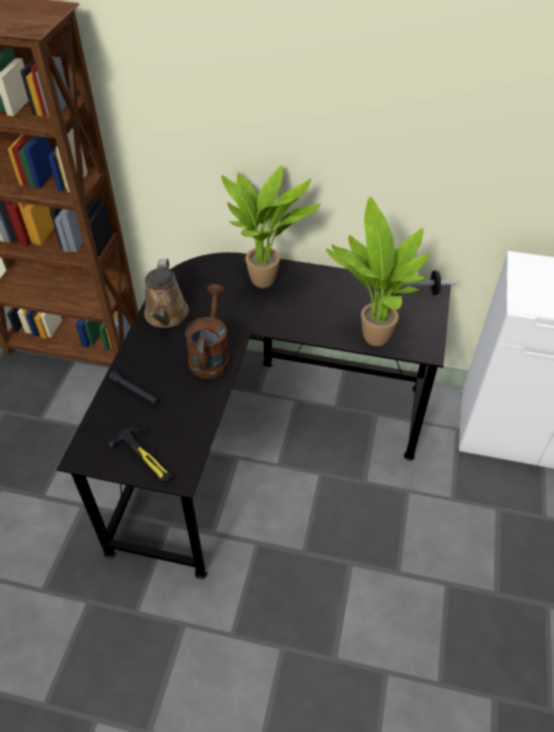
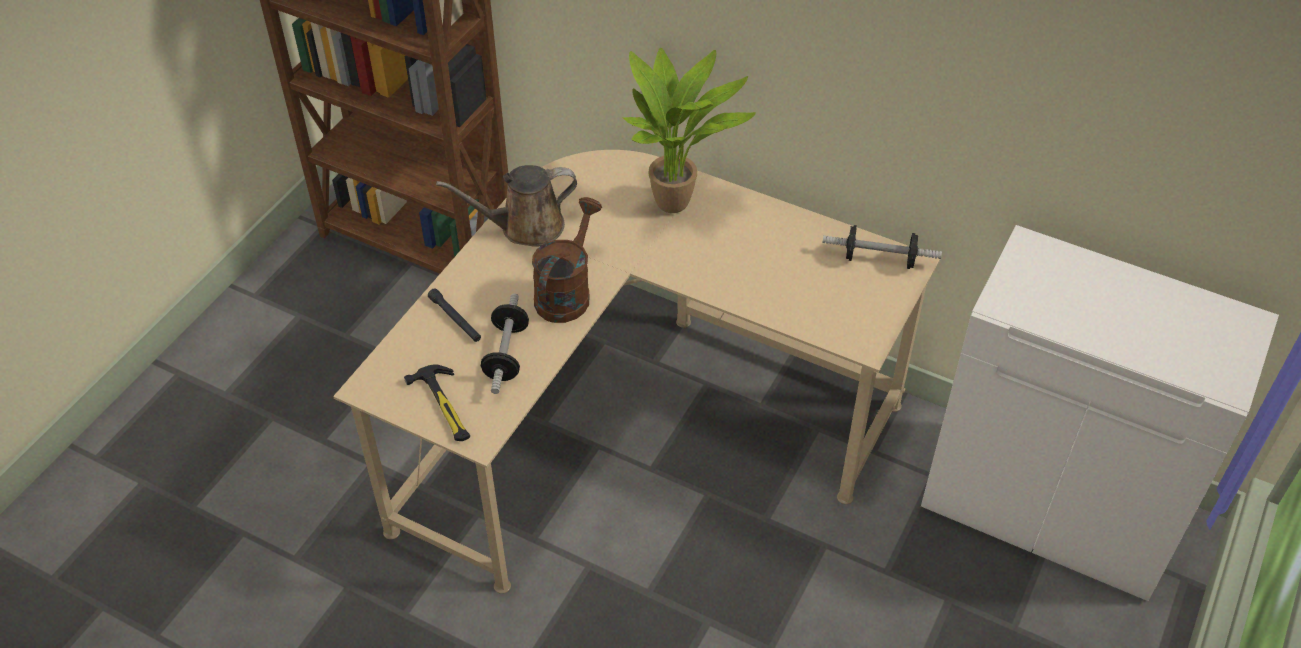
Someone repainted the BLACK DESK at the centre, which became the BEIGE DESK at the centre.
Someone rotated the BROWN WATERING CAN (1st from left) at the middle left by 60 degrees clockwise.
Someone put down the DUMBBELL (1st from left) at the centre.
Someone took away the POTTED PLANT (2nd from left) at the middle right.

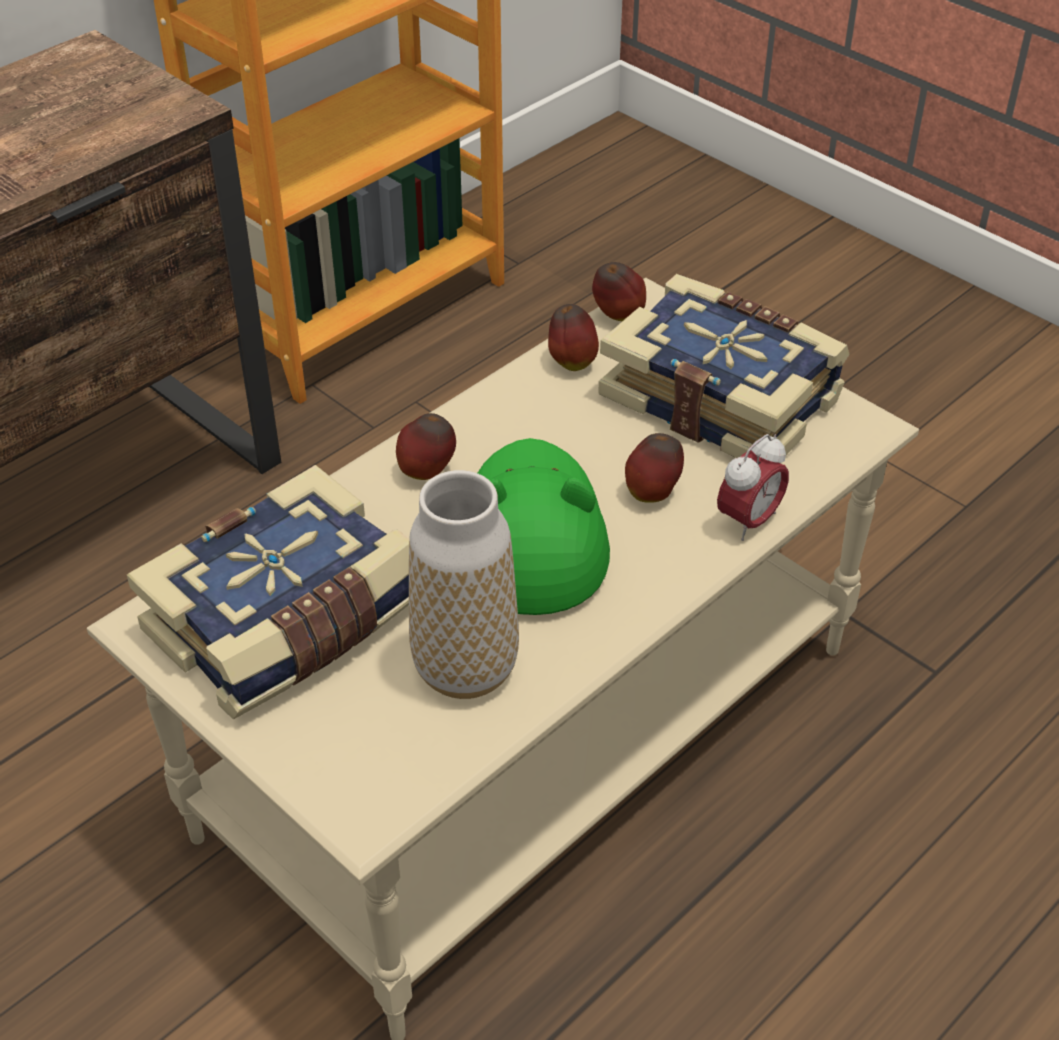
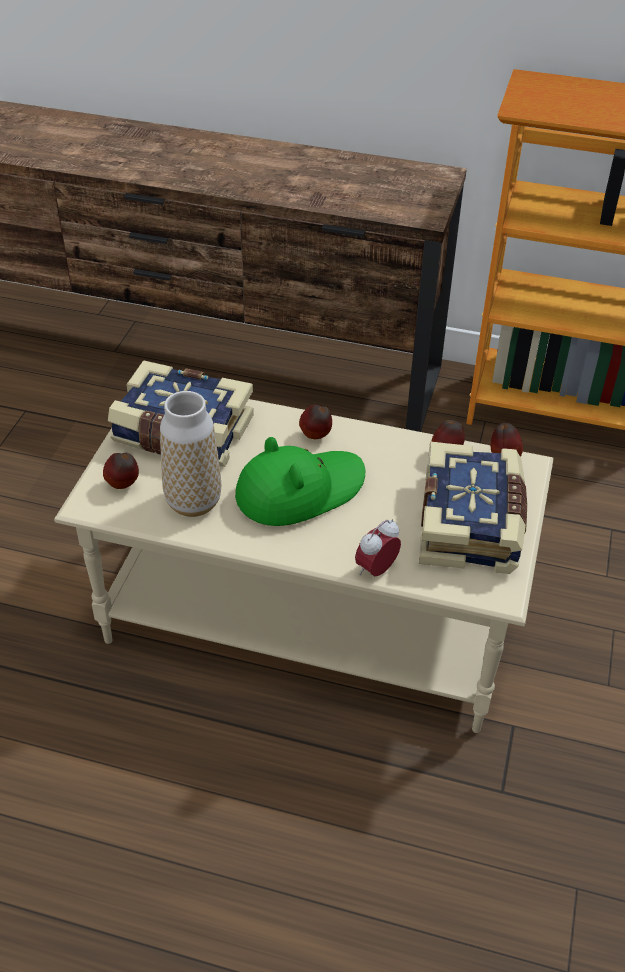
Someone carried the APPLE (4th from left in the first image) from the centre to the middle left.
Someone rotated the ALARM CLOCK at the middle right by 120 degrees clockwise.

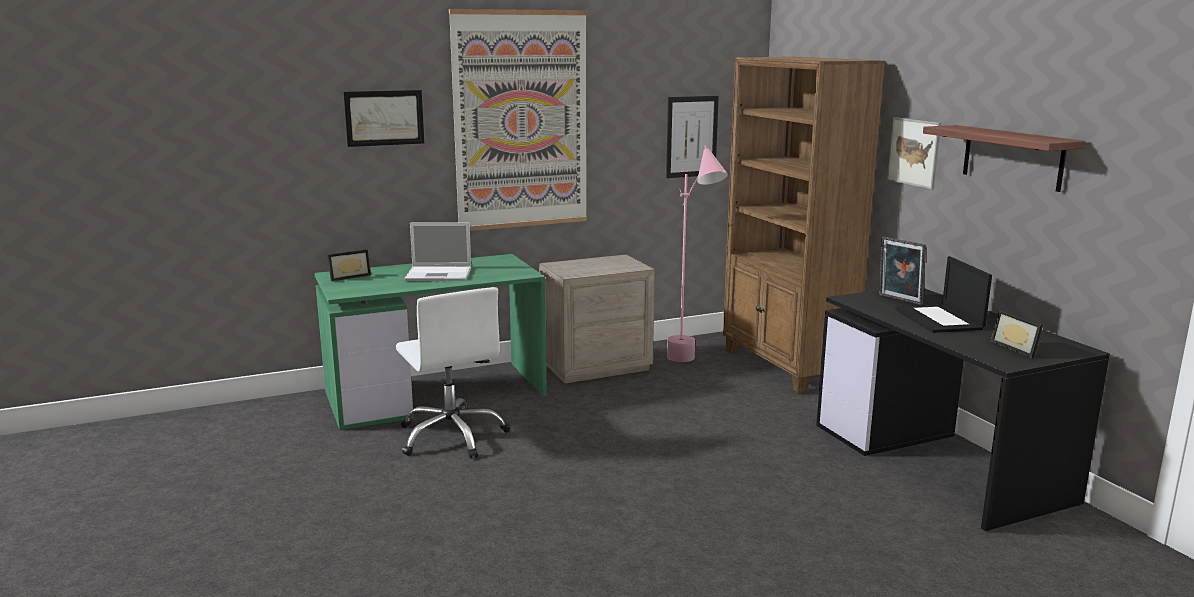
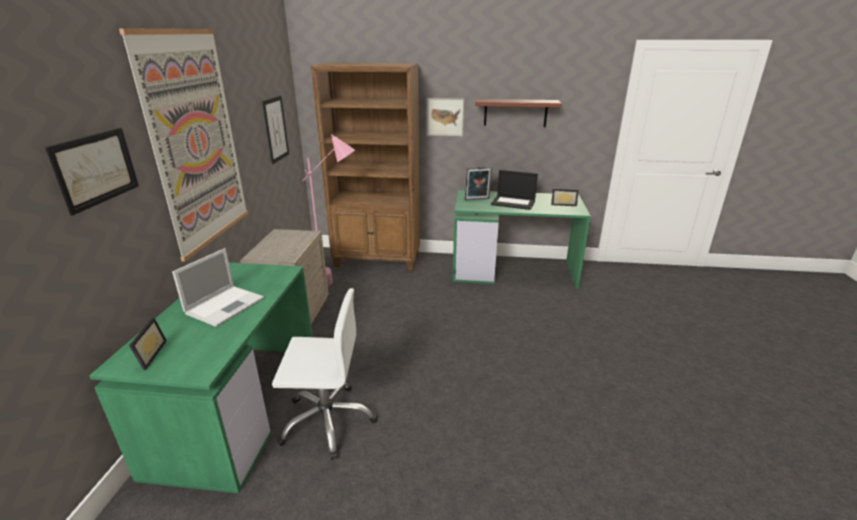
Someone repainted the BLACK DESK at the bottom right, which became the GREEN DESK (2nd from left) at the centre.

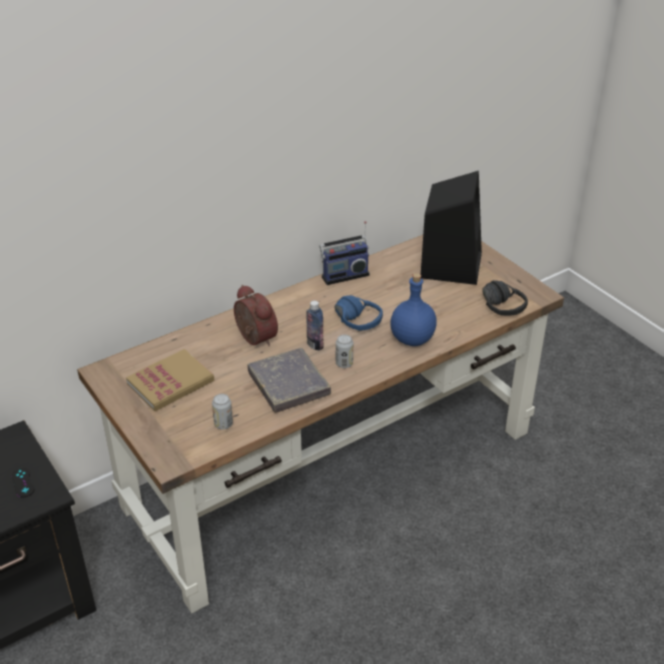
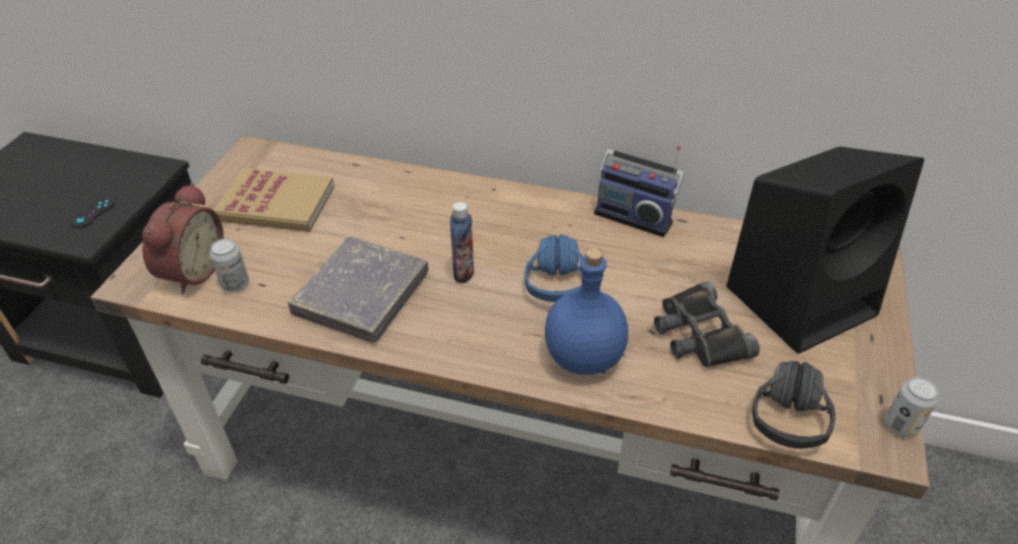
Someone carried the ALARM CLOCK from the centre to the middle left.
Someone put down the BLACK BINOCULARS at the middle right.
Someone carried the CAN (2nd from left) from the centre to the bottom right.

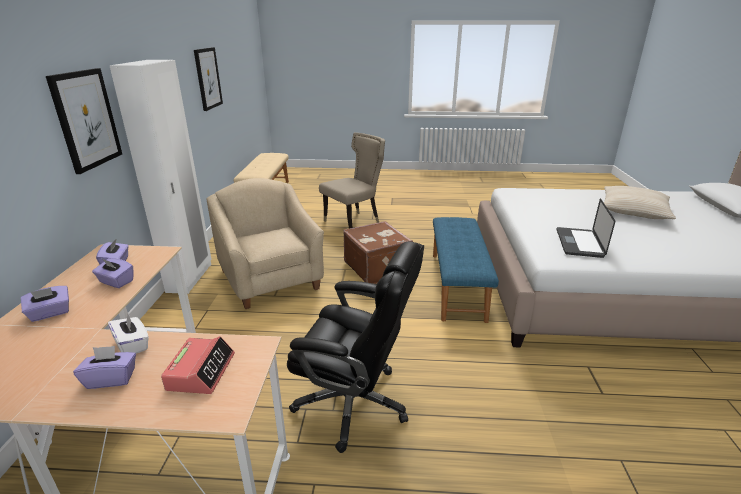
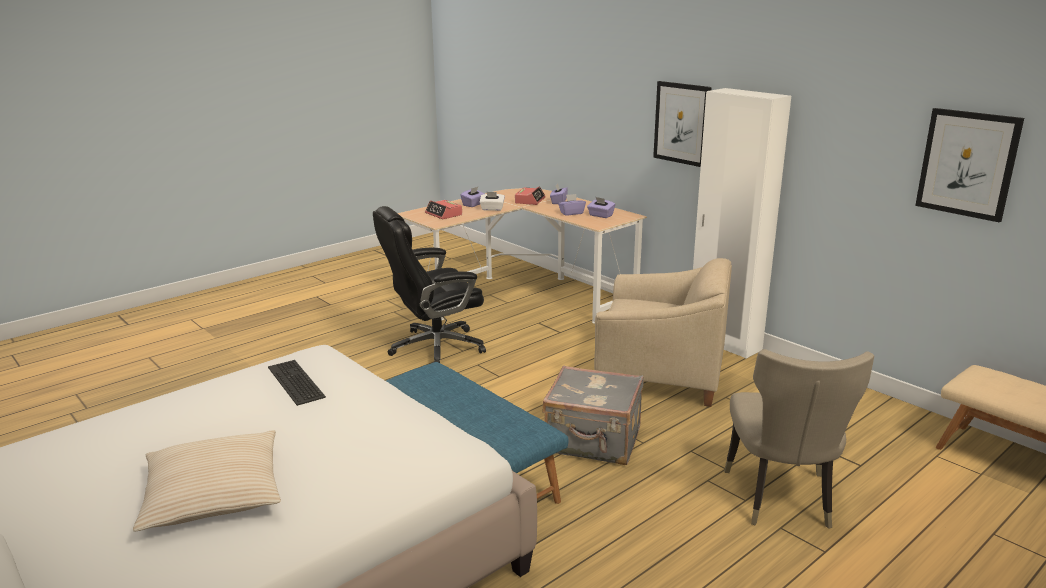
Someone swapped the LAPTOP at the middle right for the KEYBOARD at the middle left.
Someone put down the ALARM CLOCK (2nd from left) at the top centre.
Someone repainted the BROWN SUITCASE at the centre, which became the GREY SUITCASE at the bottom centre.

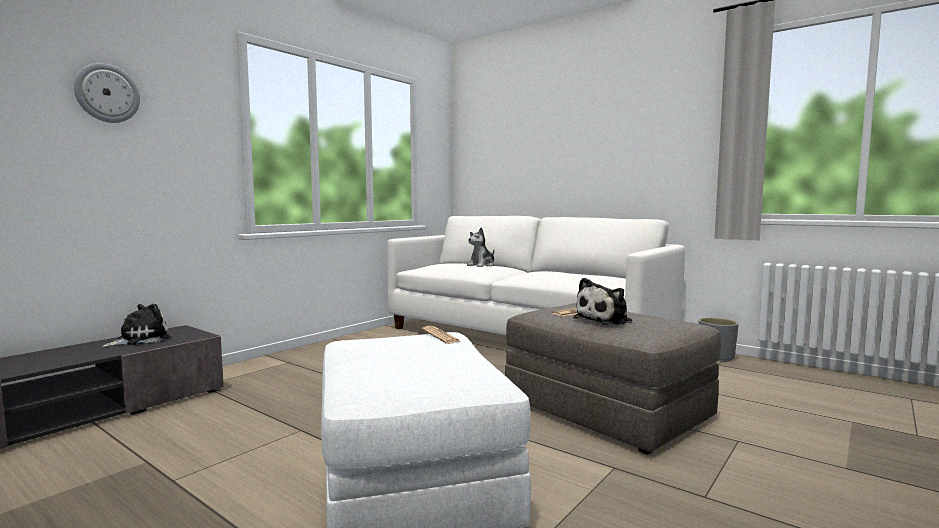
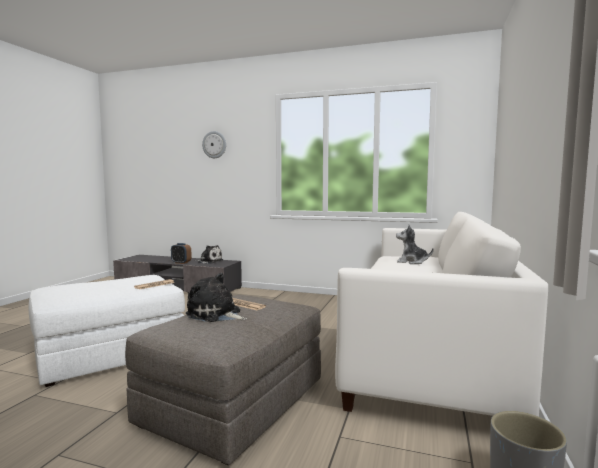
Someone put down the ALARM CLOCK at the middle left.

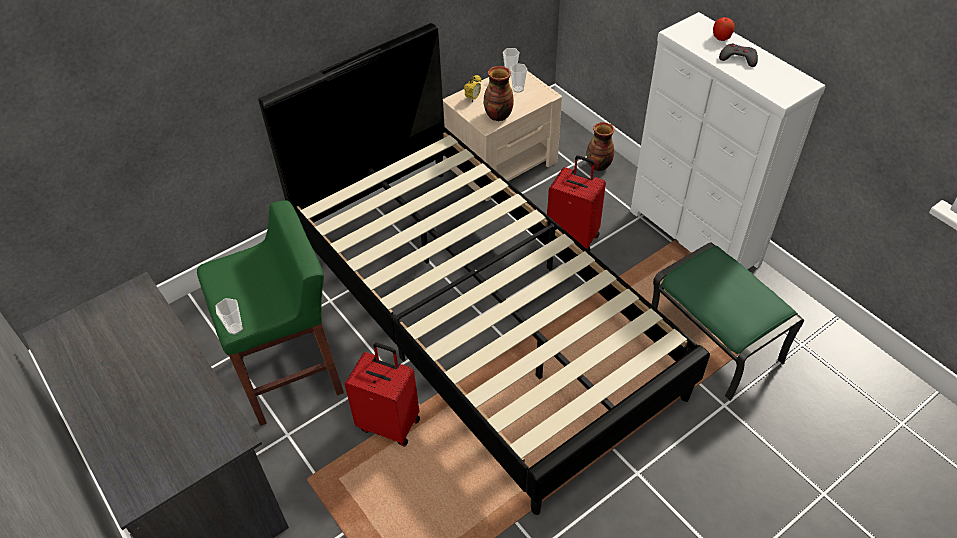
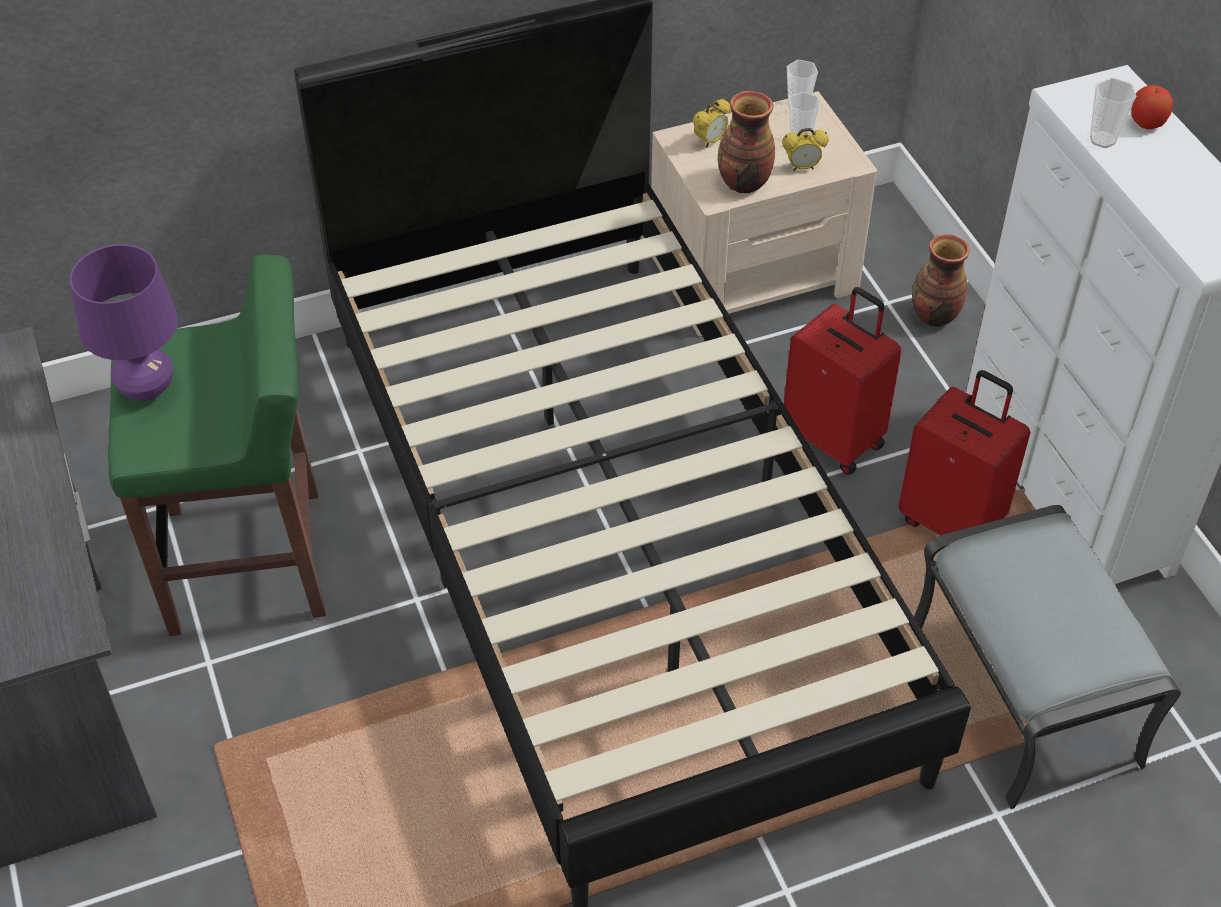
Someone put down the PURPLE TABLE LAMP at the middle left.
Someone put down the ALARM CLOCK (2nd from left) at the top centre.
Someone carried the RED SUITCASE (1st from left in the first image) from the bottom centre to the middle right.
Someone repainted the GREEN OTTOMAN at the middle right, which became the GREY OTTOMAN at the bottom right.
Someone carried the CUP (1st from left in the first image) from the middle left to the top right.
Someone took away the GREY GAME CONTROLLER at the top right.

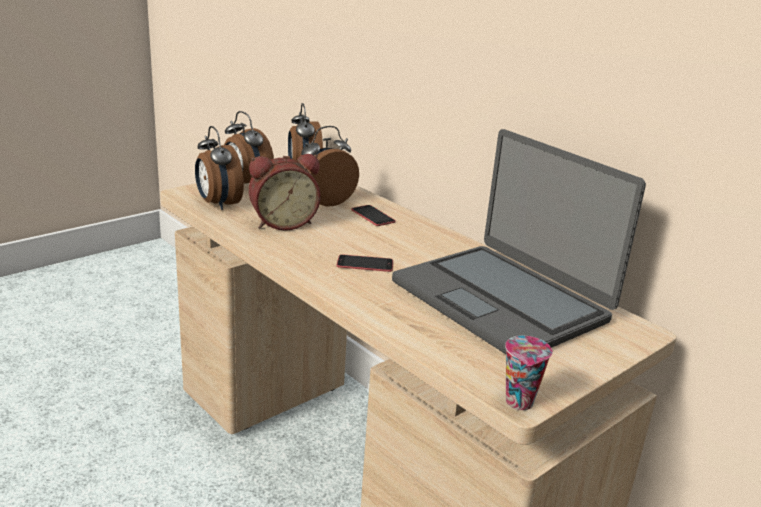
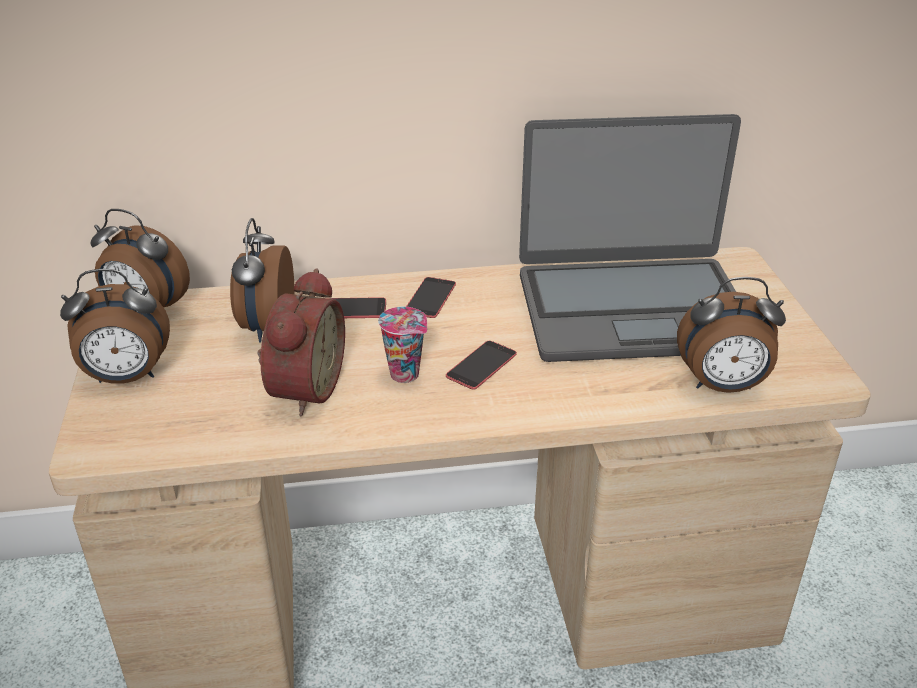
Someone carried the CUP from the bottom right to the centre.
Someone put down the PHONE (2nd from left) at the centre.
Someone carried the ALARM CLOCK (1st from left in the first image) from the top left to the middle right.

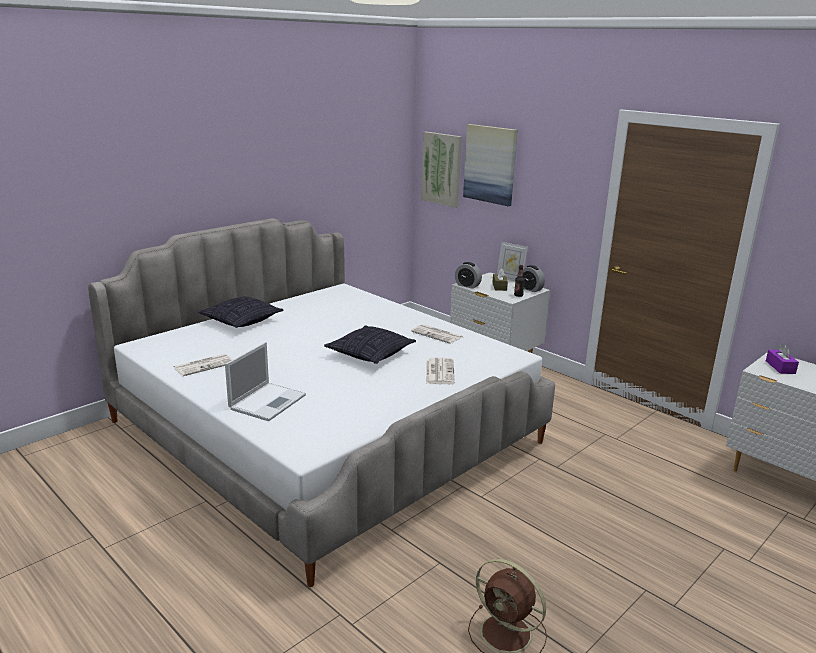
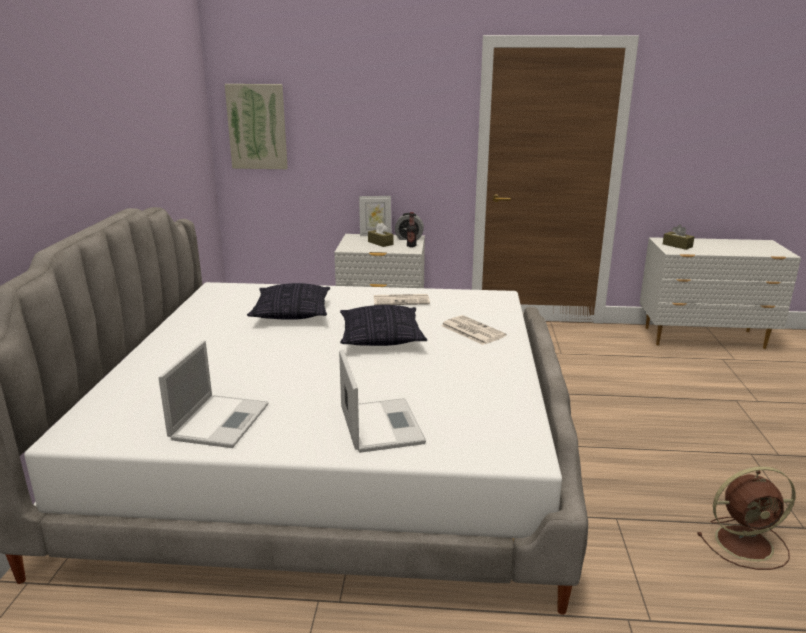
Someone swapped the NEWSPAPER (1st from left) at the middle left for the LAPTOP (1st from left) at the middle left.
Someone carried the PILLOW (1st from left) from the middle left to the centre.
Someone repainted the PURPLE TISSUE BOX at the middle right, which became the BROWN TISSUE BOX (2nd from left) at the middle right.
Someone took away the ALARM CLOCK (1st from left) at the centre.
Someone took away the PICTURE (2nd from left) at the top centre.

